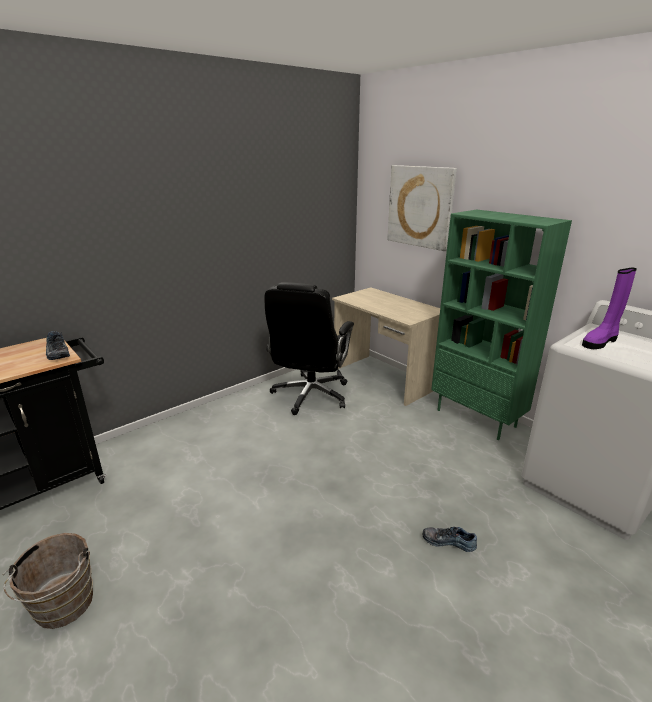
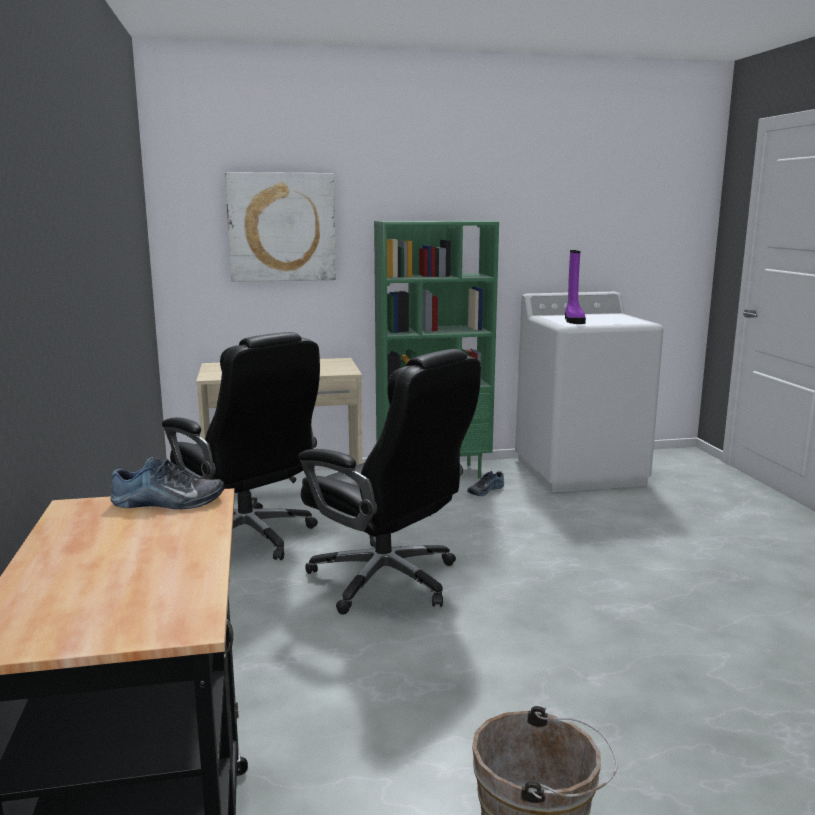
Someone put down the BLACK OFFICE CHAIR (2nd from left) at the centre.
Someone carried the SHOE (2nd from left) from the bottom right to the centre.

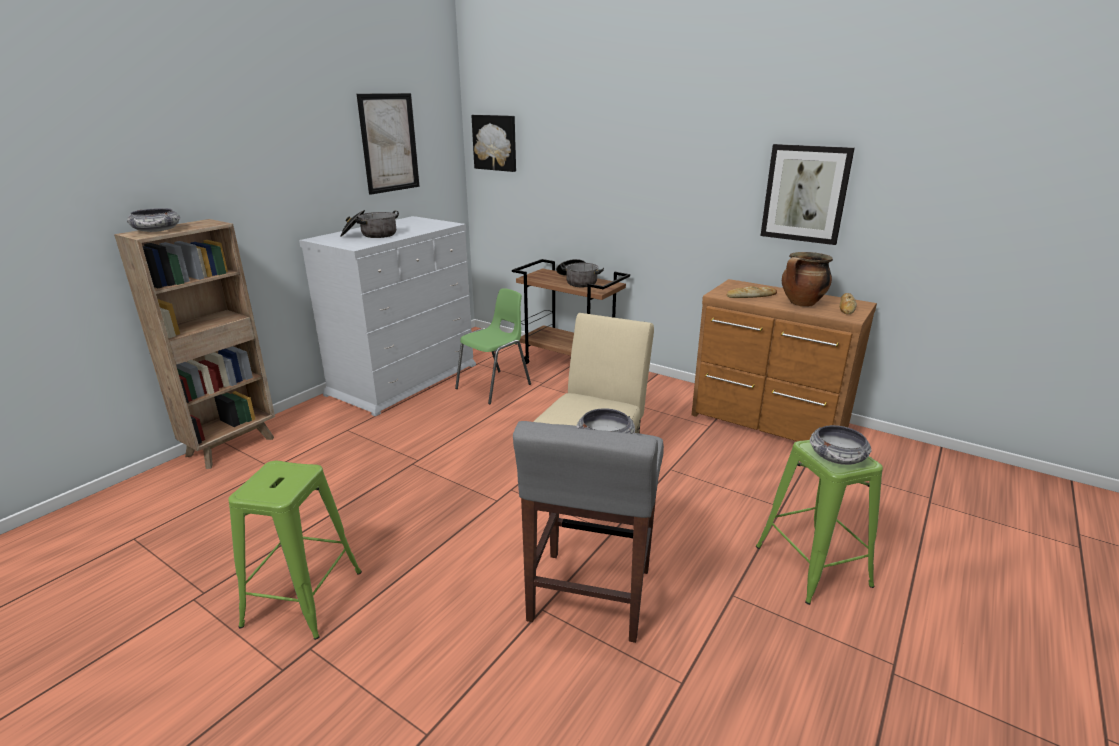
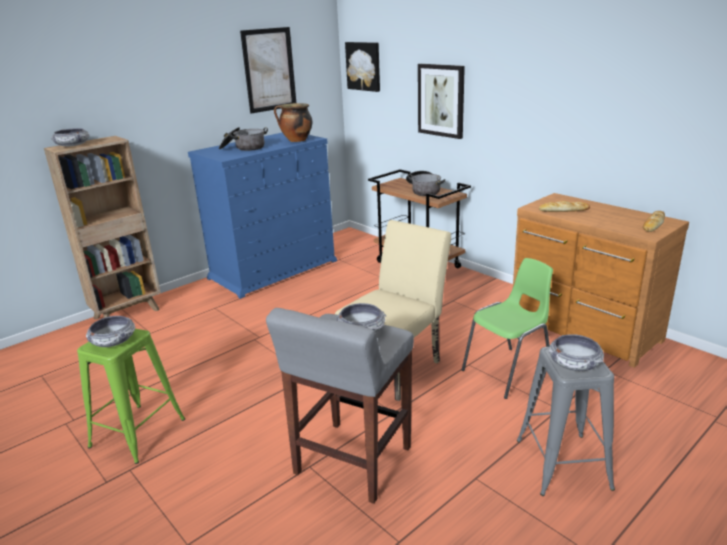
Someone put down the BOWL (2nd from left) at the middle left.
Someone repainted the WHITE DRESSER at the centre, which became the BLUE DRESSER at the centre.
Someone carried the COOKING POT (3rd from left in the first image) from the middle right to the top centre.
Someone carried the PICTURE (3rd from left) from the top right to the top centre.
Someone carried the GREEN CHAIR from the centre to the middle right.
Someone repainted the GREEN STOOL (2nd from left) at the bottom right, which became the GREY STOOL (2nd from left) at the bottom right.

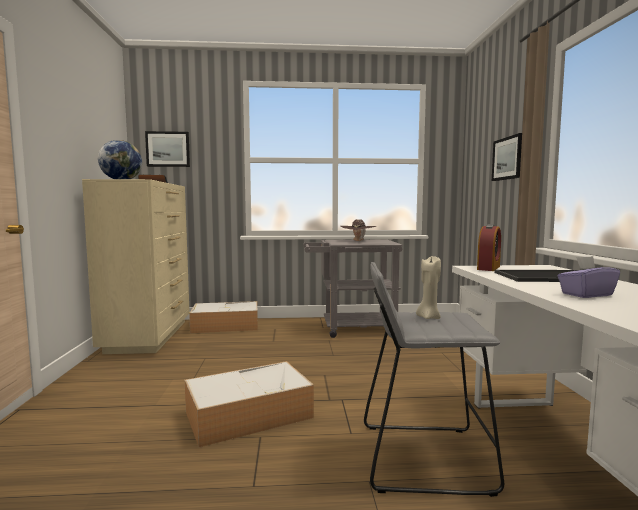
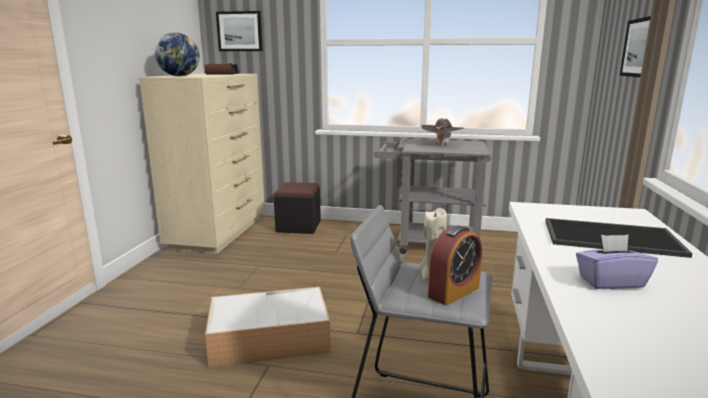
Someone swapped the STORAGE BOX (1st from left) at the centre for the BLACK OTTOMAN at the centre.
Someone carried the ALARM CLOCK (2nd from left) from the middle right to the centre.

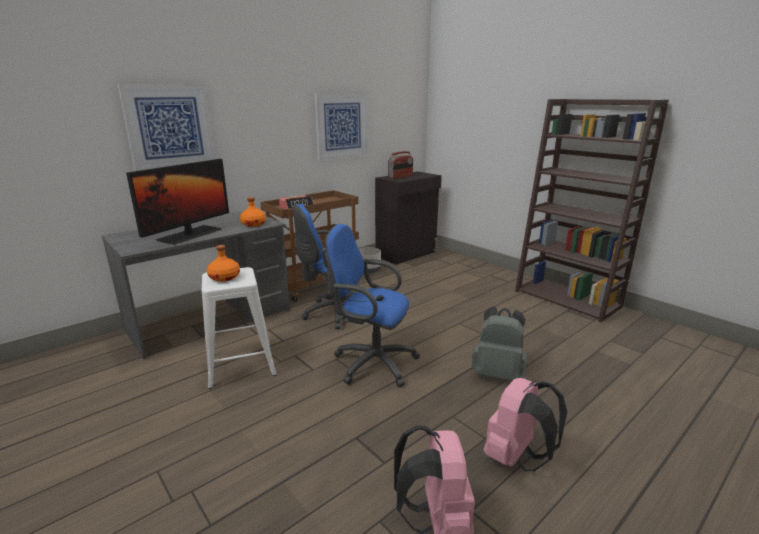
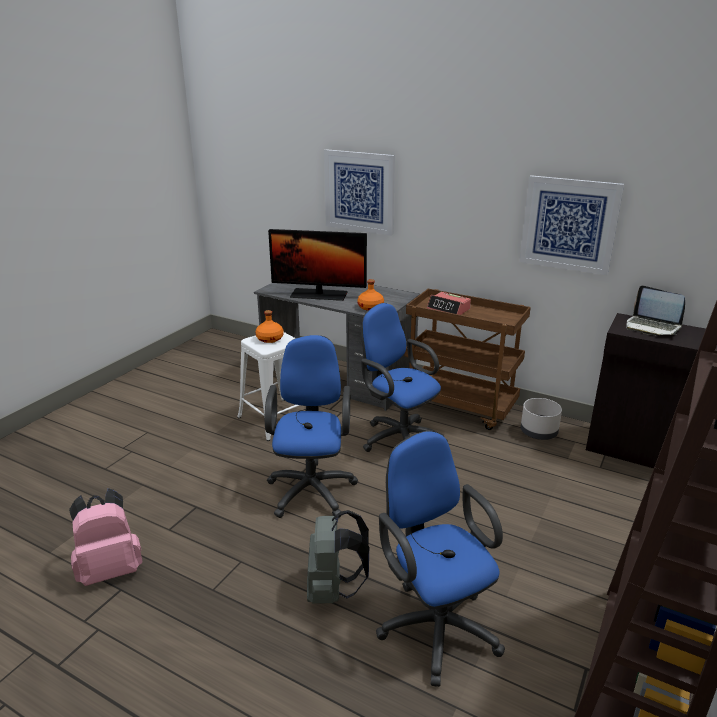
Someone put down the BLUE OFFICE CHAIR (3rd from left) at the bottom centre.
Someone swapped the RADIO at the top centre for the LAPTOP at the middle right.
Someone took away the PINK BACKPACK (2nd from left) at the bottom right.

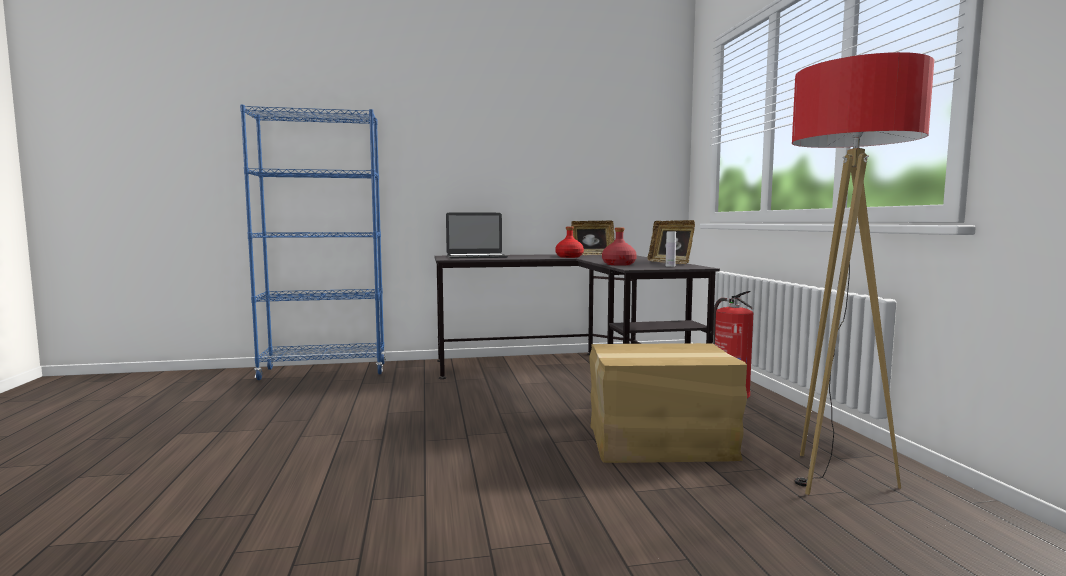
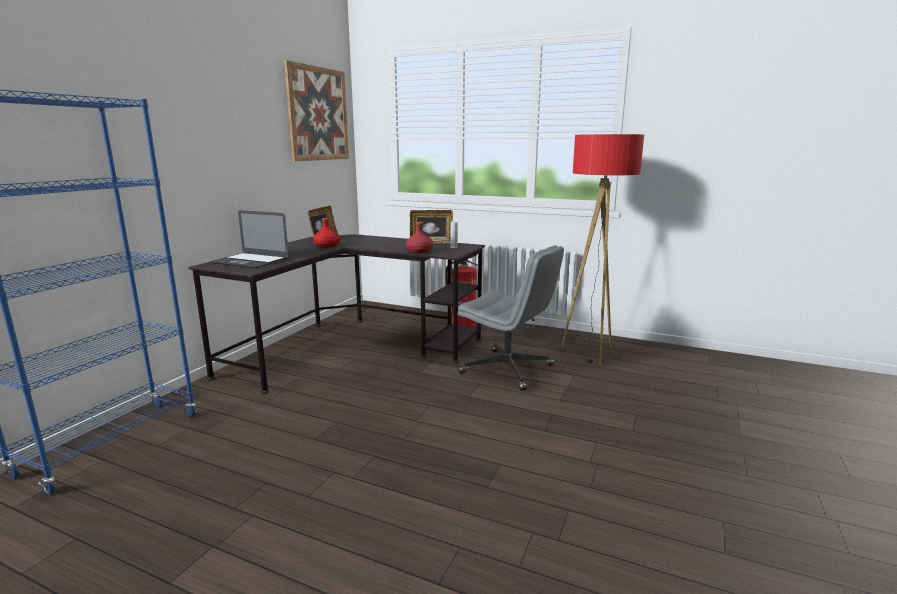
Someone rotated the LAPTOP at the centre by 90 degrees clockwise.
Someone put up the PICTURE at the top centre.
Someone swapped the CARDBOARD BOX at the bottom centre for the GREY OFFICE CHAIR at the centre.

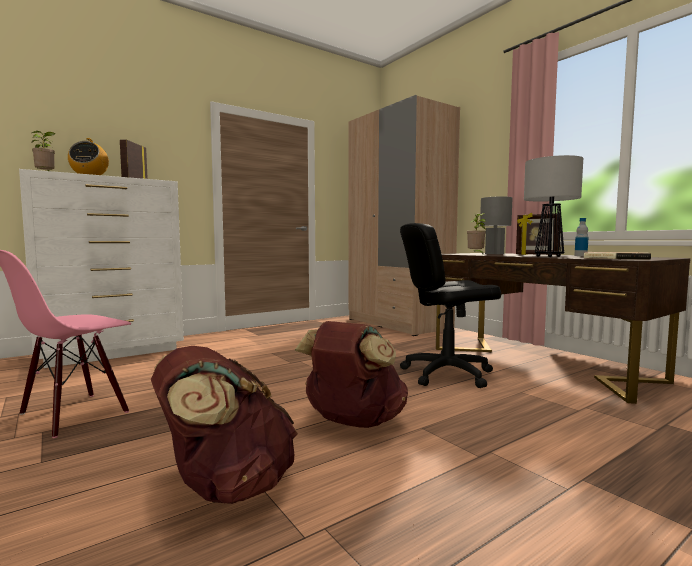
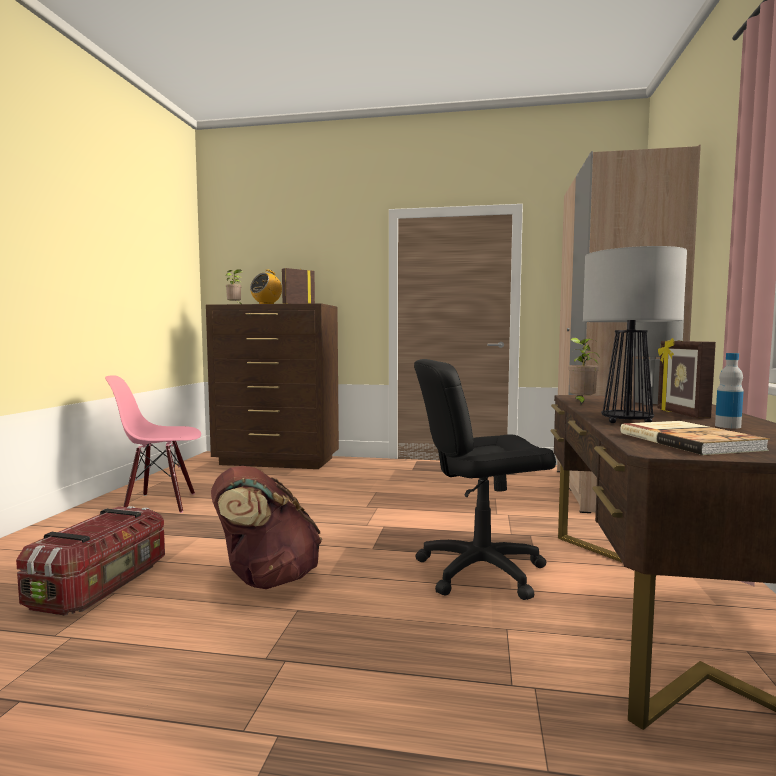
Someone swapped the BROWN BACKPACK (1st from left) at the bottom left for the STORAGE BOX at the bottom left.
Someone repainted the WHITE DRESSER at the middle left, which became the BROWN DRESSER at the centre.
Someone rotated the BLACK OFFICE CHAIR at the centre by 45 degrees counterclockwise.

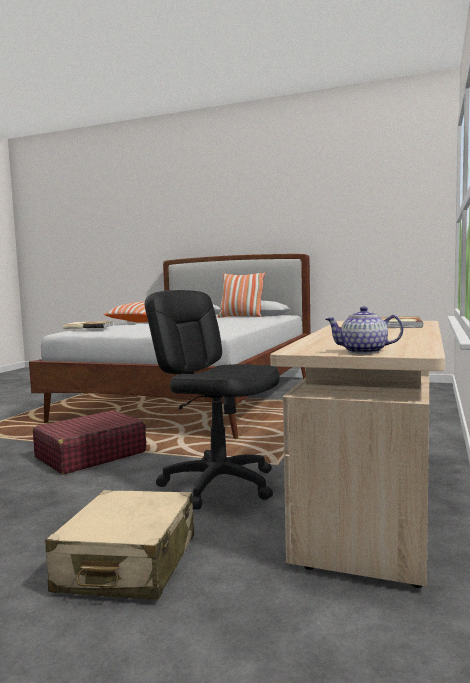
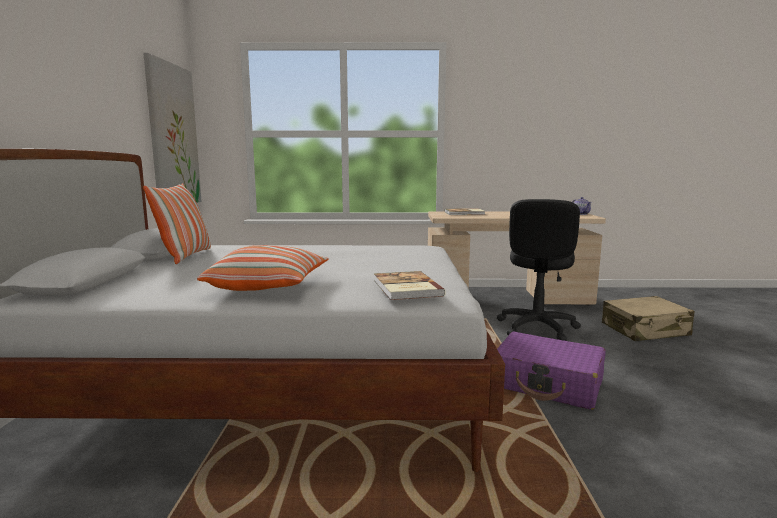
Someone put up the PICTURE at the top left.
Someone repainted the RED SUITCASE at the middle left, which became the PURPLE SUITCASE at the bottom right.

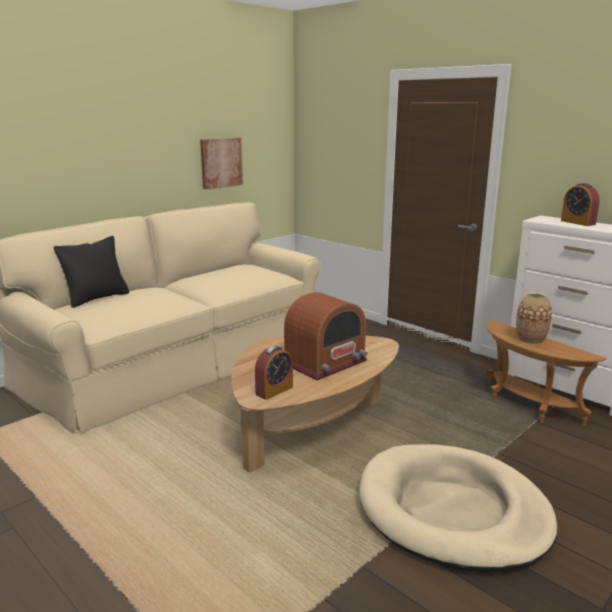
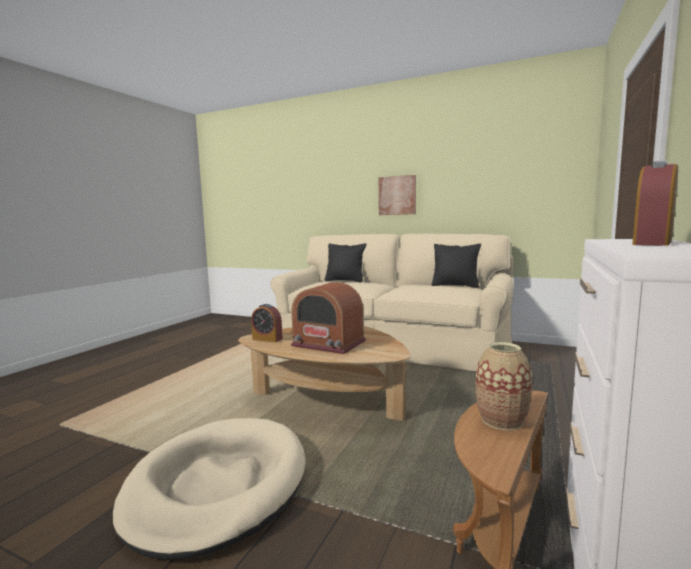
Someone carried the PICTURE from the top centre to the centre.
Someone put down the BLACK PILLOW (2nd from left) at the centre.

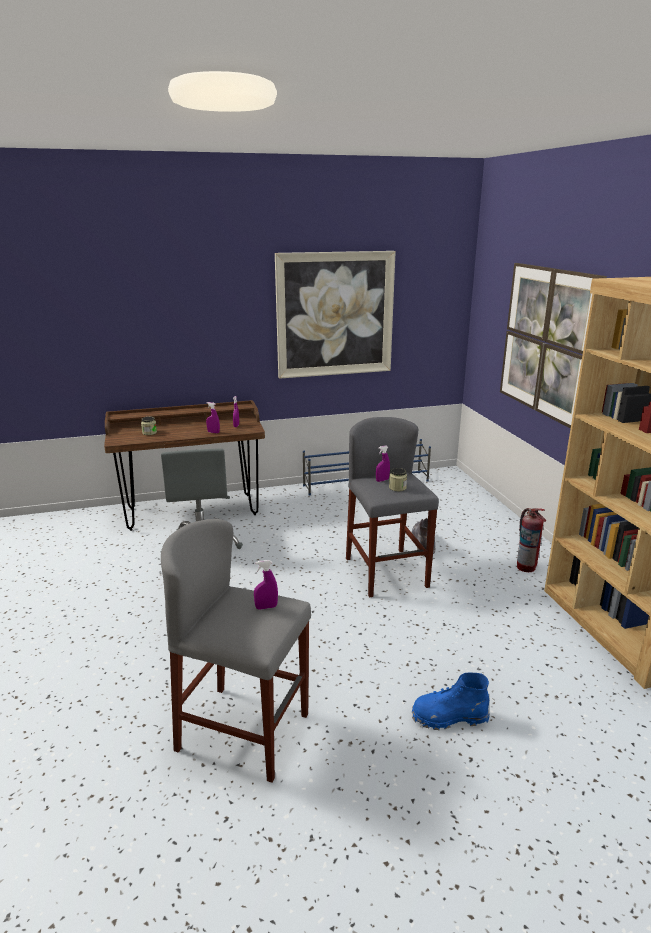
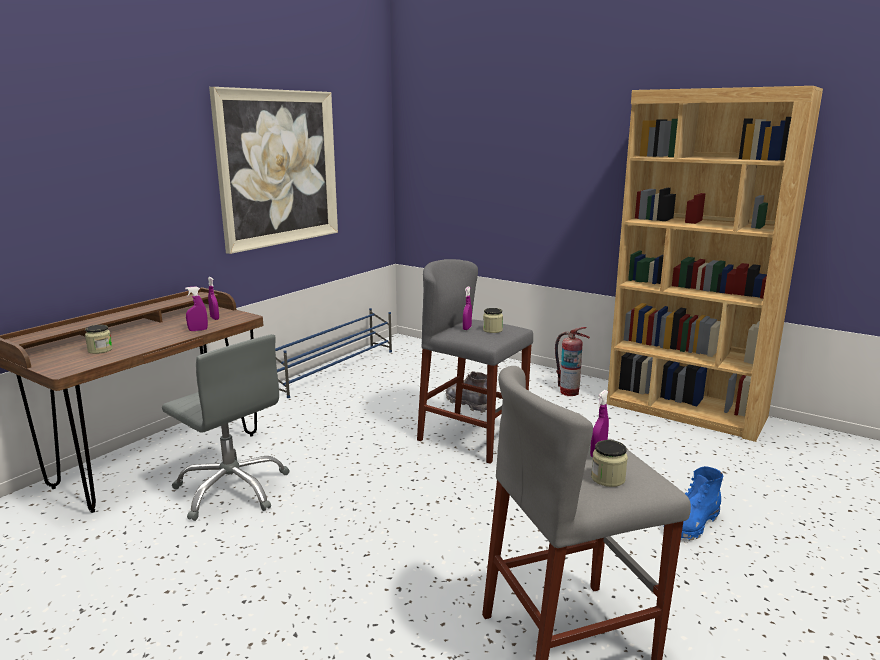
Someone put down the JAR (3rd from left) at the bottom right.
Someone took away the PICTURE (2nd from left) at the middle right.

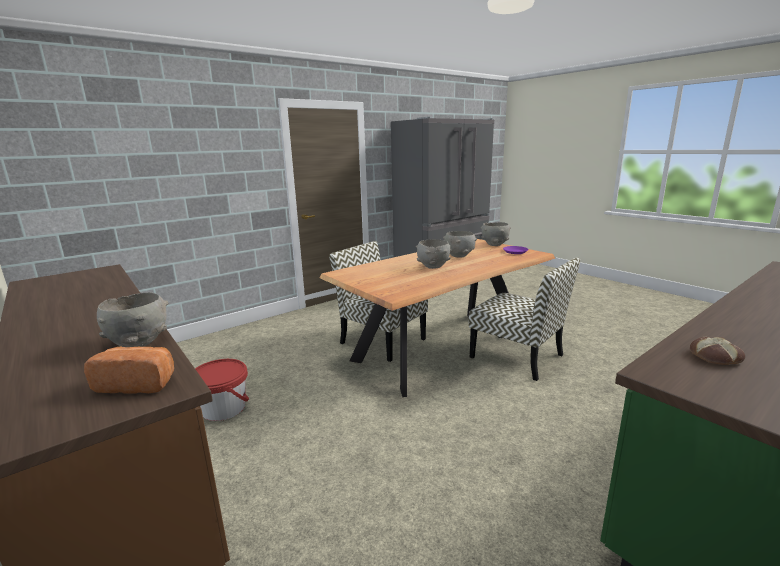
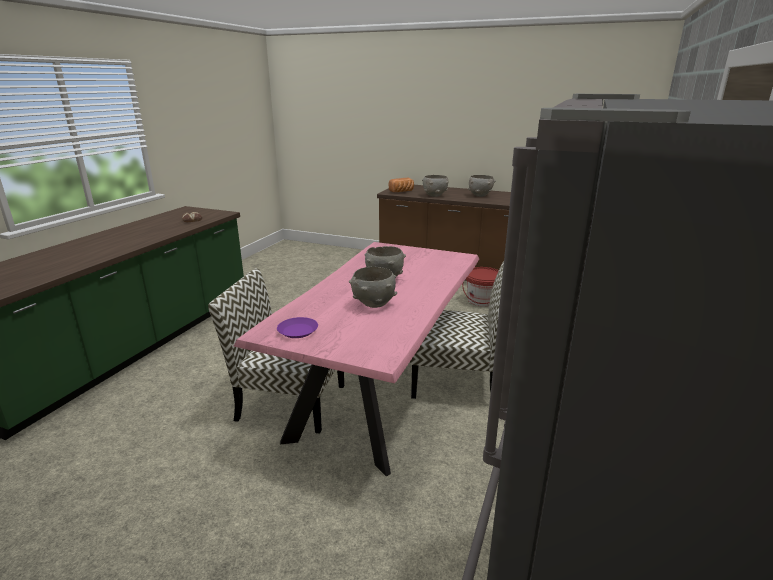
Someone repainted the BROWN DINING TABLE at the centre, which became the PINK DINING TABLE at the centre.
Someone carried the GREY BOWL (4th from left) from the centre to the top centre.

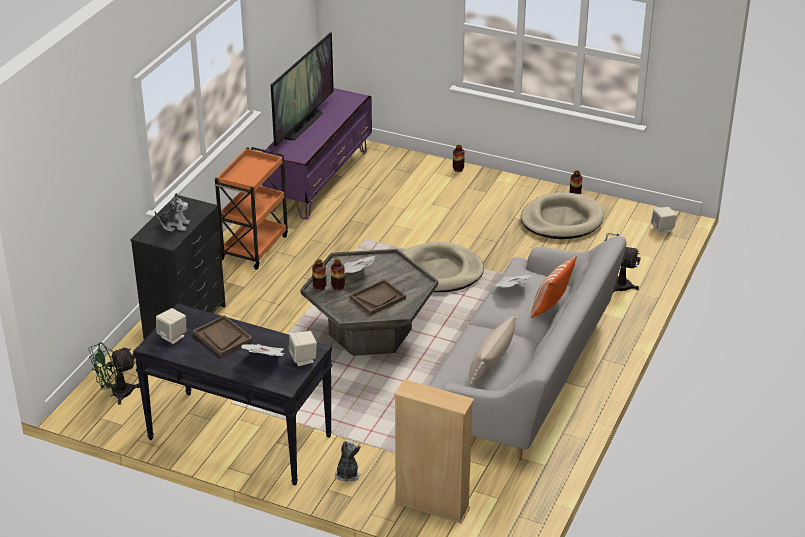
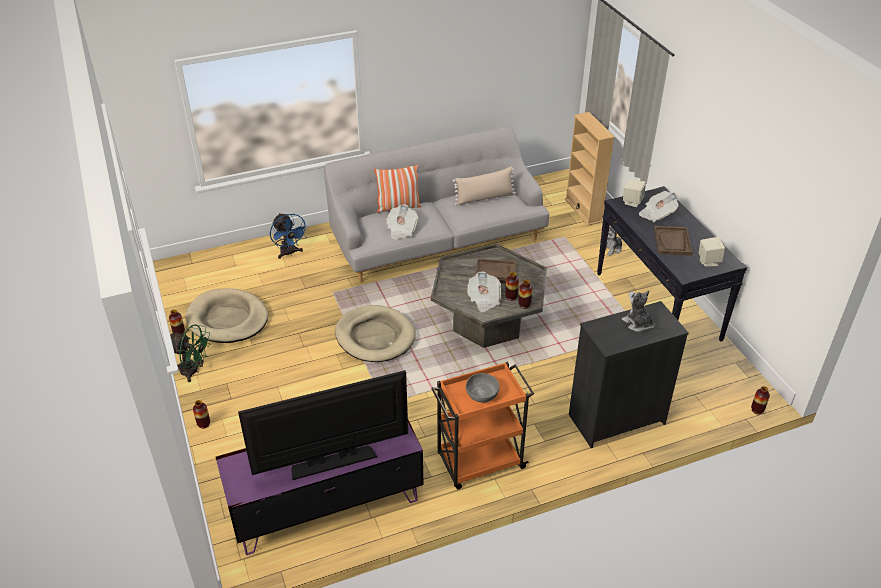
Someone carried the GREEN FAN from the bottom left to the middle left.
Someone put down the GREY BOWL at the centre.
Someone put down the VASE (5th from left) at the bottom right.
Someone took away the BEIGE SPEAKER (3rd from left) at the middle right.

